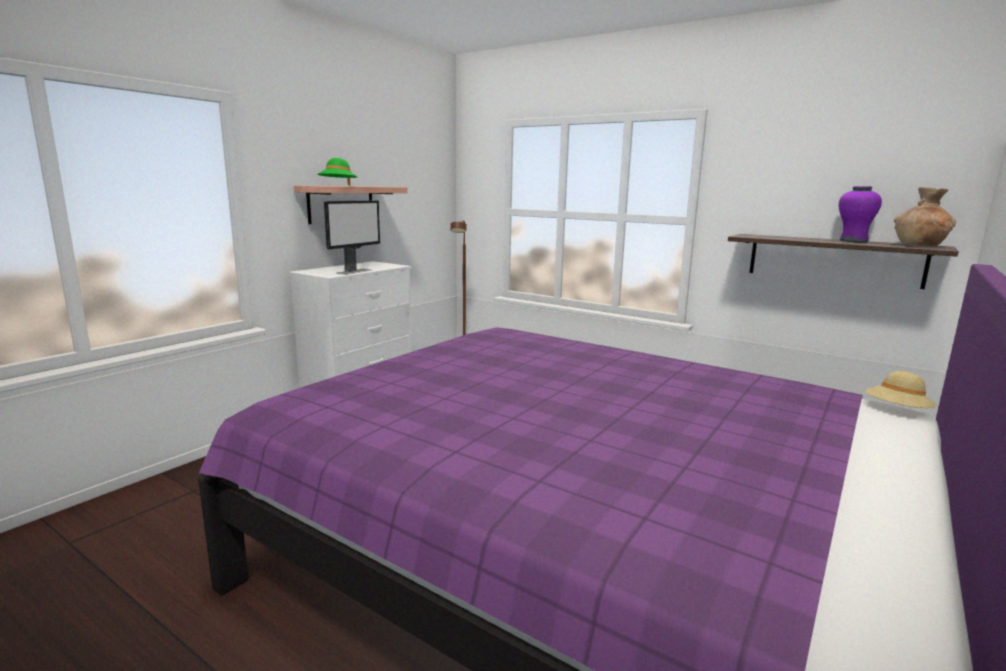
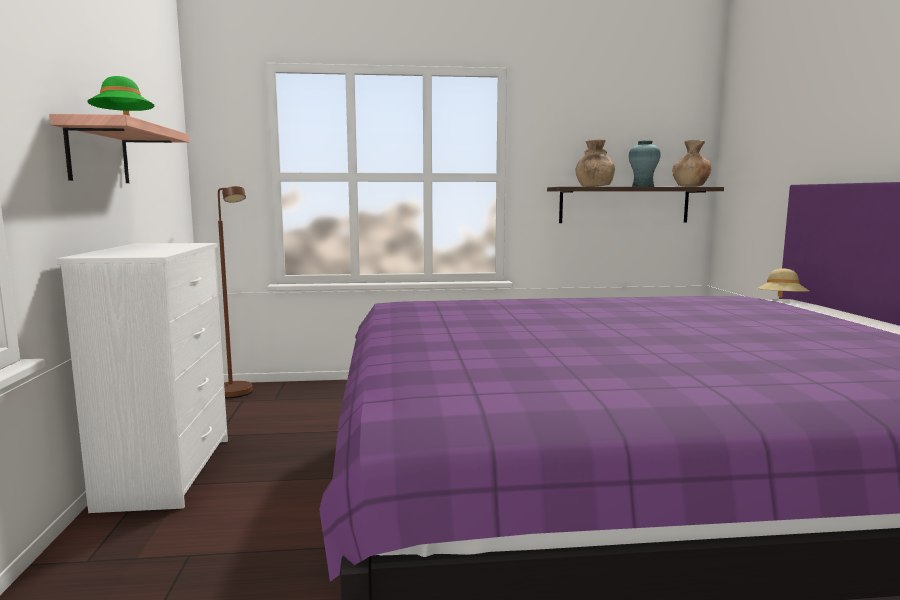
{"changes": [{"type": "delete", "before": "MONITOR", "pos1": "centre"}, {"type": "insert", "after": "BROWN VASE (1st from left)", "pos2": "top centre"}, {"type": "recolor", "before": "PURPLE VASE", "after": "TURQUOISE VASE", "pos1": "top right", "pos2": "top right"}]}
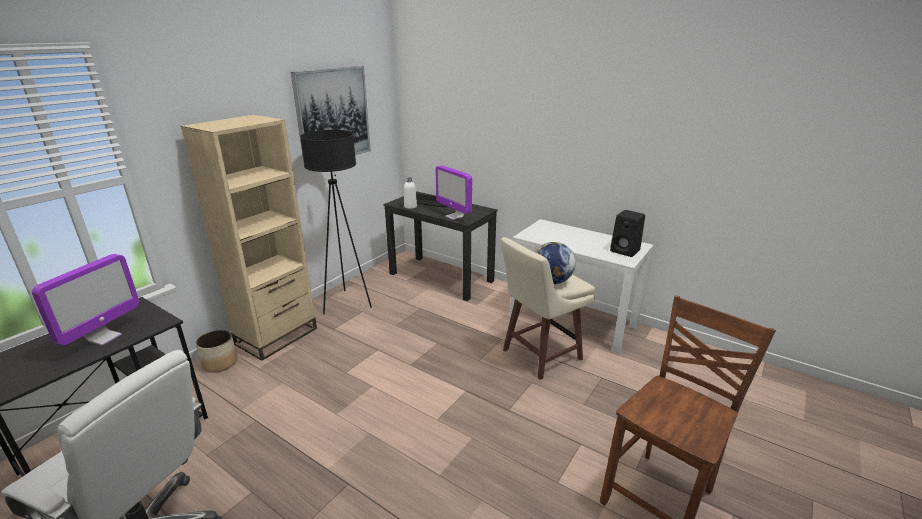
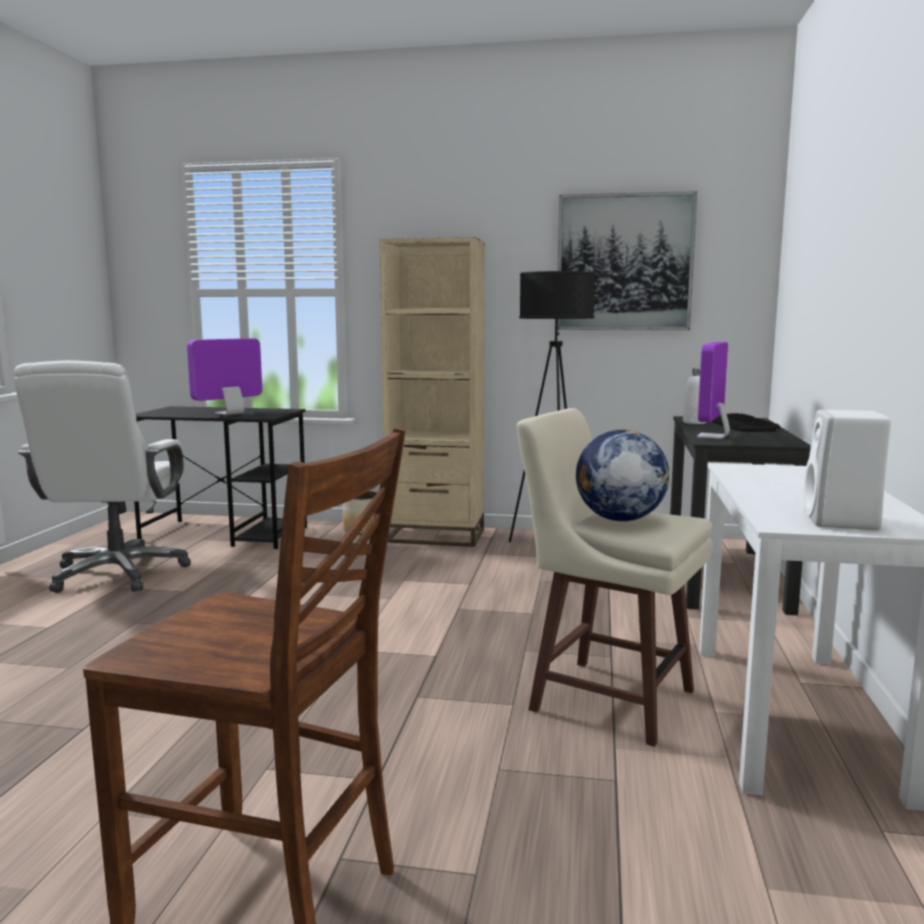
{"changes": [{"type": "recolor", "before": "BLACK SPEAKER", "after": "WHITE SPEAKER", "pos1": "middle right", "pos2": "middle right"}, {"type": "rotate", "before": "MONITOR (1st from left)", "pos1": "middle left", "pos2": "middle left", "turn": 135}]}
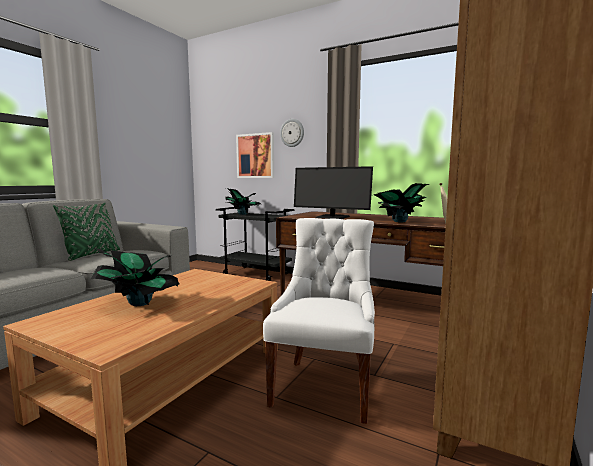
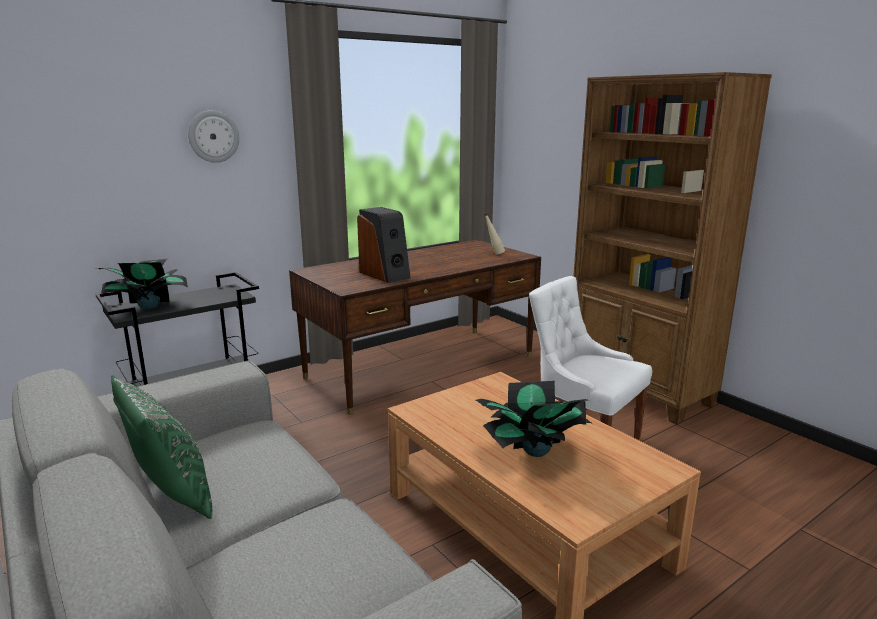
{"changes": [{"type": "delete", "before": "PICTURE", "pos1": "top centre"}, {"type": "delete", "before": "POTTED PLANT (3rd from left)", "pos1": "middle right"}, {"type": "replace", "before": "MONITOR", "after": "SPEAKER", "pos1": "centre", "pos2": "centre"}]}
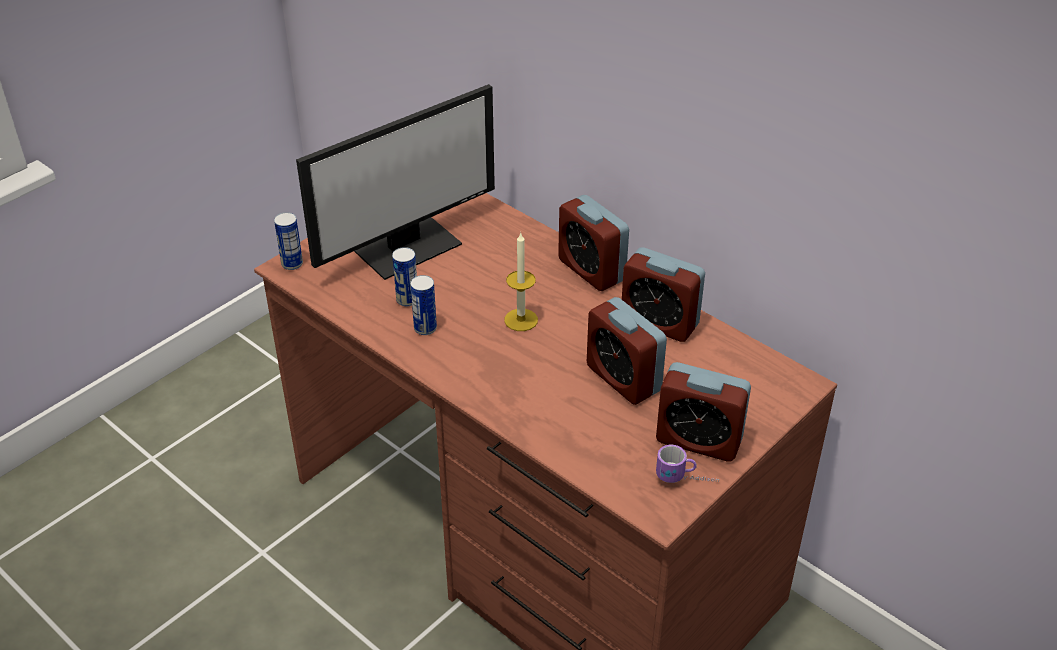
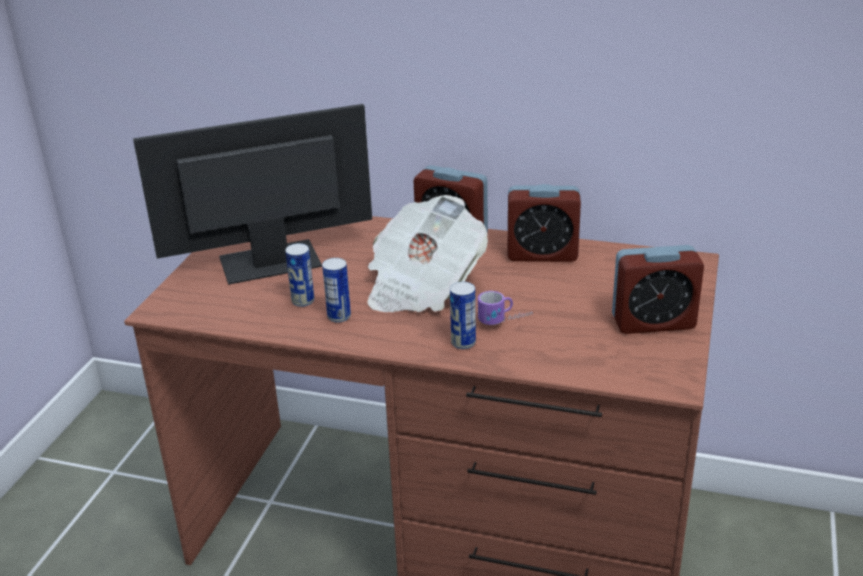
{"changes": [{"type": "delete", "before": "ALARM CLOCK (2nd from left)", "pos1": "centre"}, {"type": "move", "before": "CAN (1st from left in the first image)", "after": "CAN (3rd from left)", "pos1": "middle left", "pos2": "centre"}, {"type": "move", "before": "MUG", "pos1": "bottom centre", "pos2": "centre"}, {"type": "replace", "before": "CANDLE", "after": "NEWSPAPER", "pos1": "centre", "pos2": "centre"}, {"type": "rotate", "before": "MONITOR", "pos1": "top centre", "pos2": "middle left", "turn": -135}]}
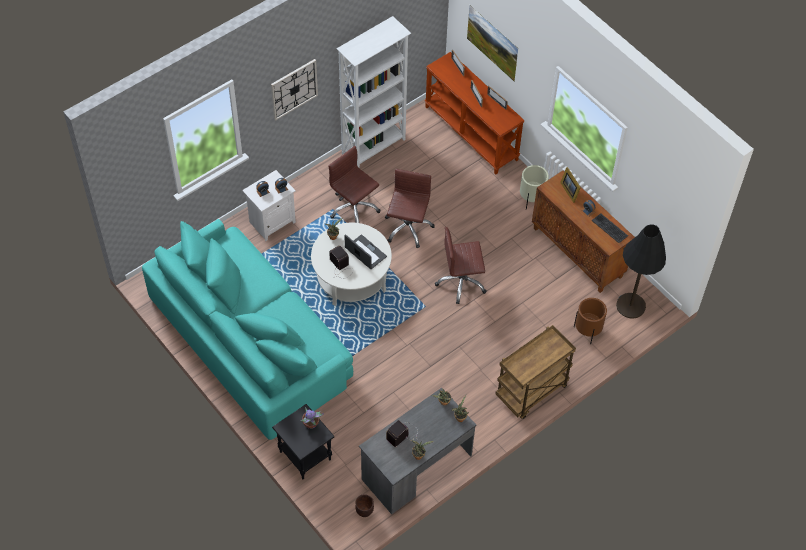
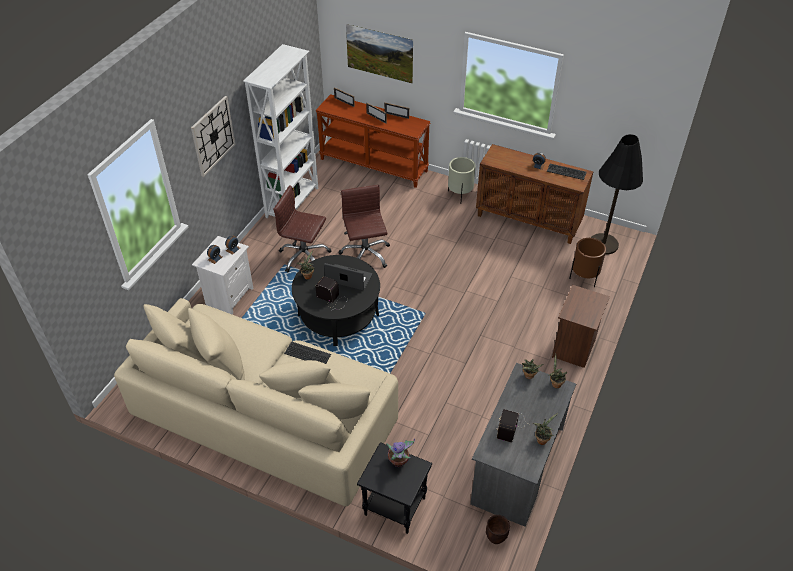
{"changes": [{"type": "delete", "before": "BROWN OFFICE CHAIR (3rd from left)", "pos1": "centre"}, {"type": "delete", "before": "PICTURE FRAME (4th from left)", "pos1": "middle right"}, {"type": "insert", "after": "KEYBOARD (1st from left)", "pos2": "centre"}, {"type": "replace", "before": "BROWN CART", "after": "BROWN NIGHTSTAND", "pos1": "bottom centre", "pos2": "middle right"}, {"type": "recolor", "before": "TURQUOISE SOFA", "after": "BEIGE SOFA", "pos1": "middle left", "pos2": "bottom left"}, {"type": "recolor", "before": "WHITE COFFEE TABLE", "after": "BLACK COFFEE TABLE", "pos1": "centre", "pos2": "centre"}]}
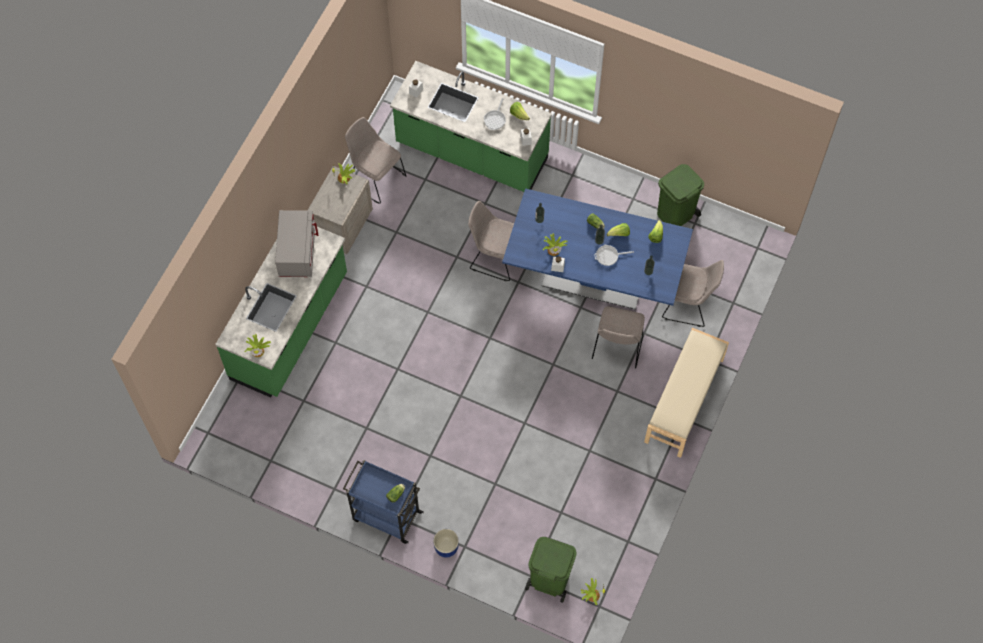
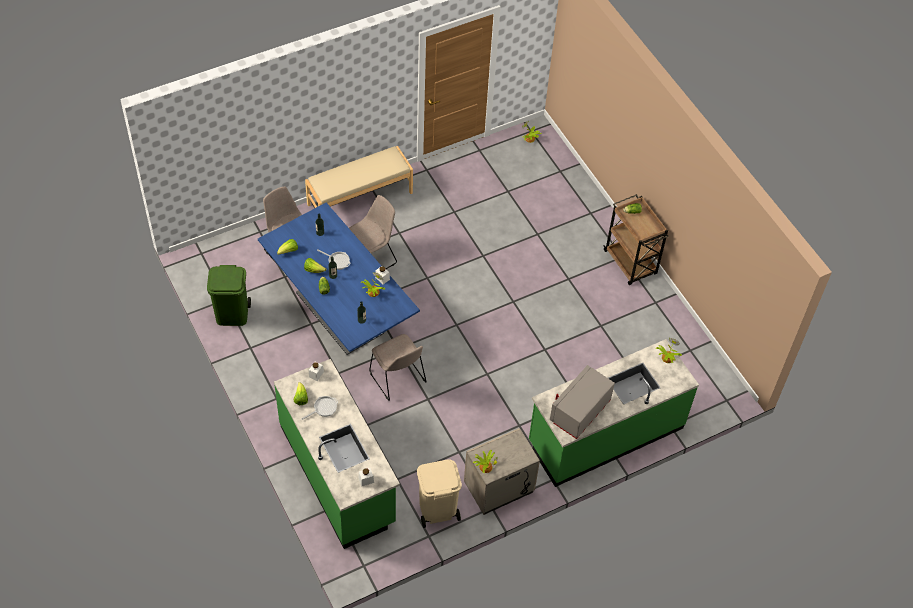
{"changes": [{"type": "delete", "before": "BLUE PLANTER", "pos1": "bottom centre"}, {"type": "delete", "before": "GREEN TRASH CAN (1st from left)", "pos1": "bottom centre"}, {"type": "replace", "before": "BEIGE CHAIR (1st from left)", "after": "BEIGE TRASH CAN", "pos1": "top centre", "pos2": "bottom centre"}, {"type": "recolor", "before": "BLUE CART", "after": "BROWN CART", "pos1": "bottom centre", "pos2": "middle right"}]}
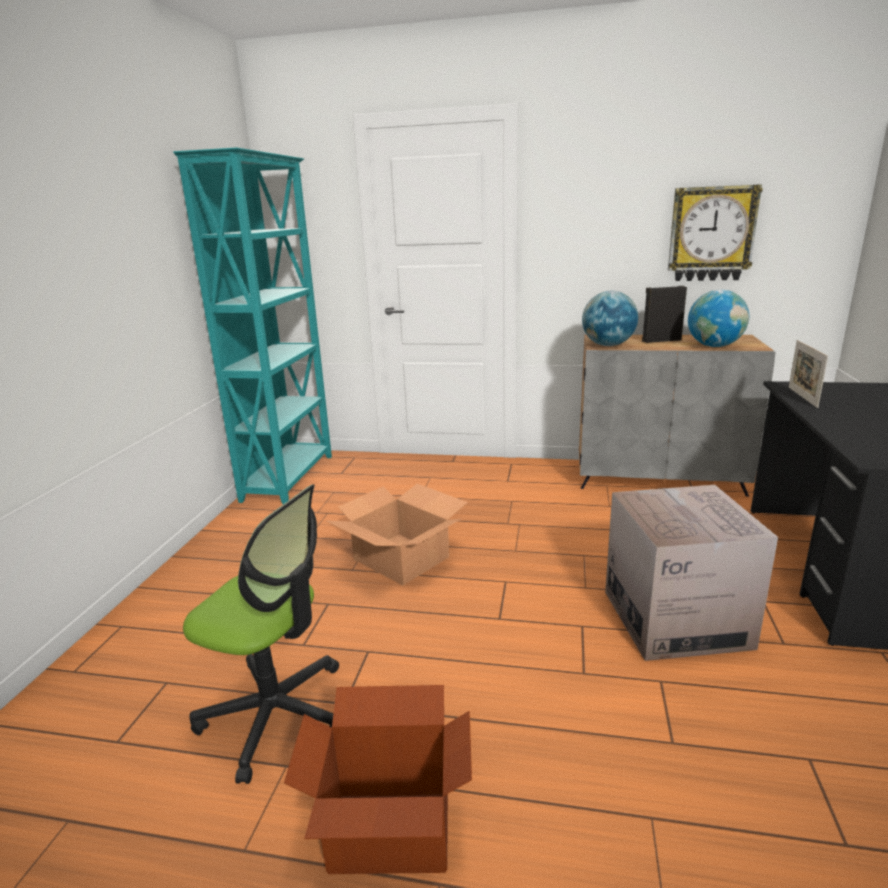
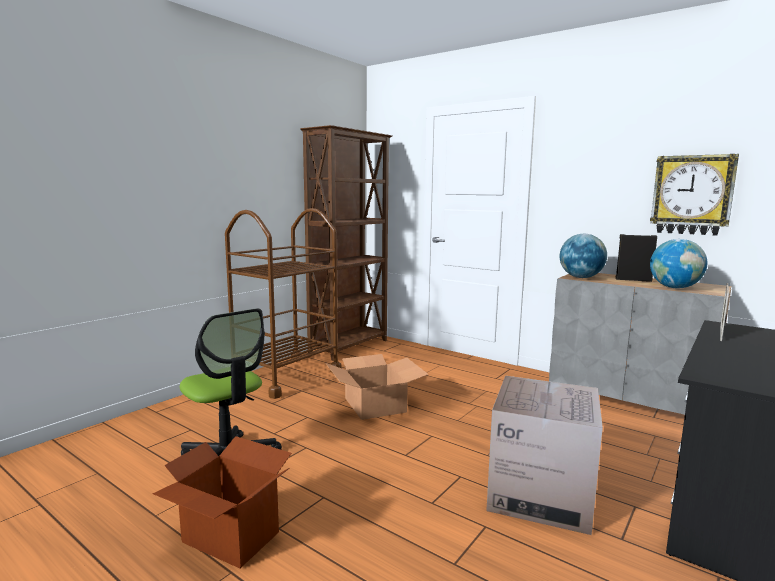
{"changes": [{"type": "insert", "after": "BROWN CART", "pos2": "centre"}, {"type": "recolor", "before": "TURQUOISE BOOKCASE", "after": "BROWN BOOKCASE", "pos1": "middle left", "pos2": "centre"}]}
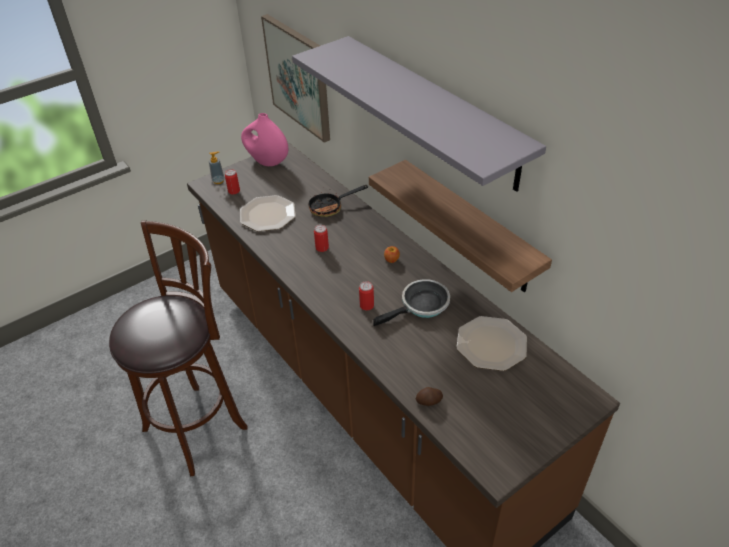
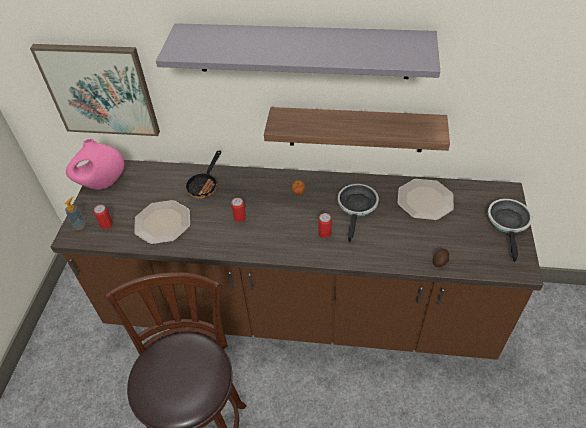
{"changes": [{"type": "insert", "after": "FRYING PAN (3rd from left)", "pos2": "middle right"}]}
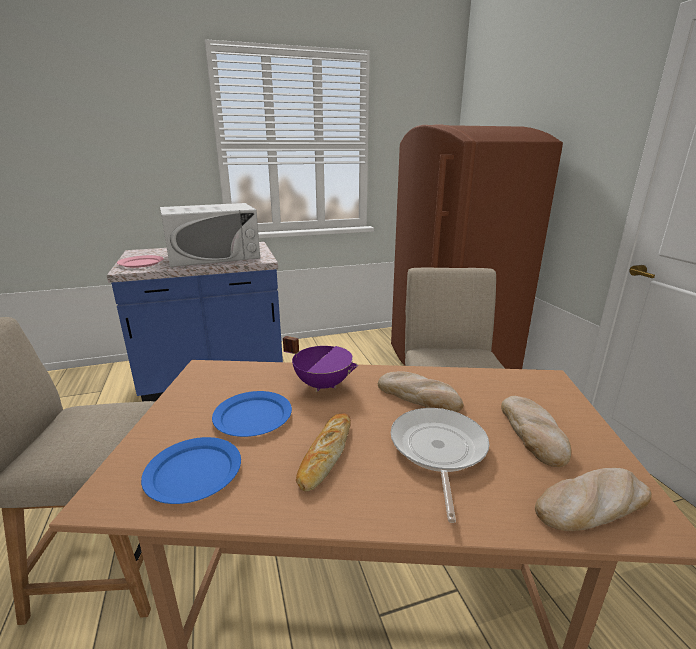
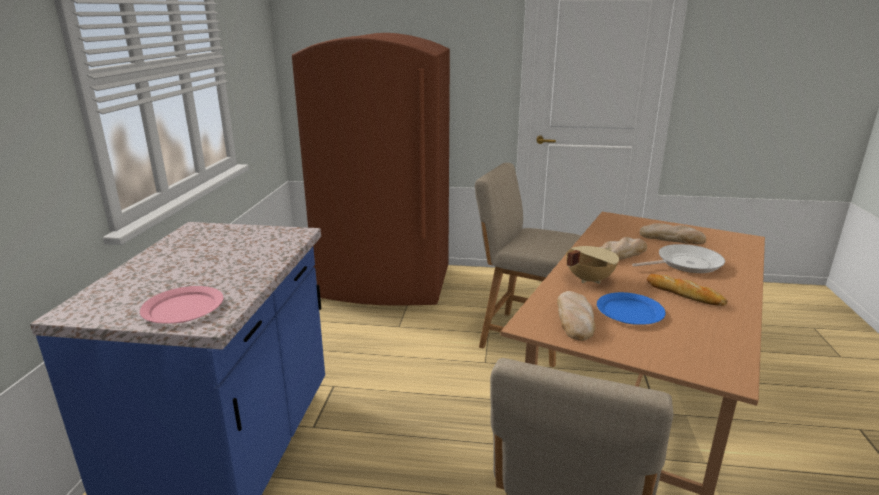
{"changes": [{"type": "delete", "before": "BLUE PLATE (1st from left)", "pos1": "bottom left"}, {"type": "delete", "before": "WHITE MICROWAVE", "pos1": "middle left"}, {"type": "move", "before": "BREAD (4th from left in the first image)", "after": "BREAD (1st from left)", "pos1": "bottom right", "pos2": "centre"}, {"type": "recolor", "before": "PURPLE COOKING POT", "after": "BEIGE COOKING POT", "pos1": "centre", "pos2": "middle right"}, {"type": "rotate", "before": "FRYING PAN", "pos1": "bottom centre", "pos2": "middle right", "turn": 135}]}
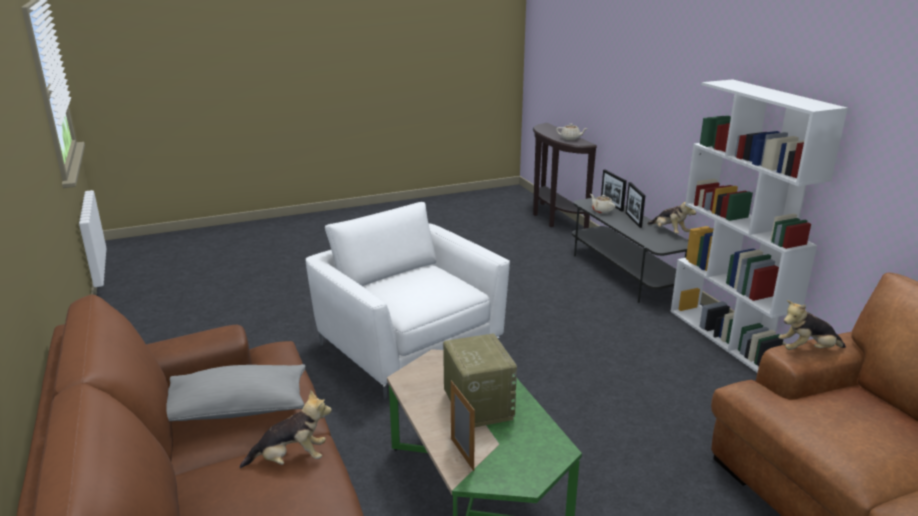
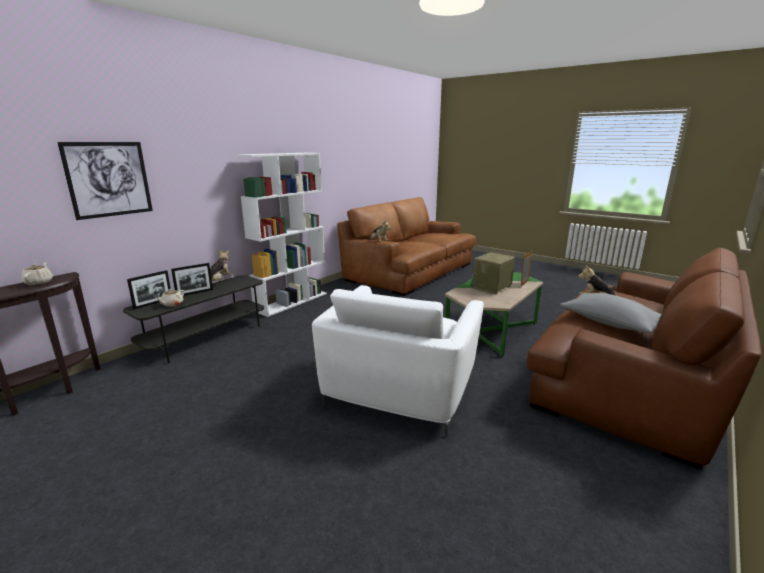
{"changes": [{"type": "insert", "after": "PICTURE", "pos2": "top left"}]}
